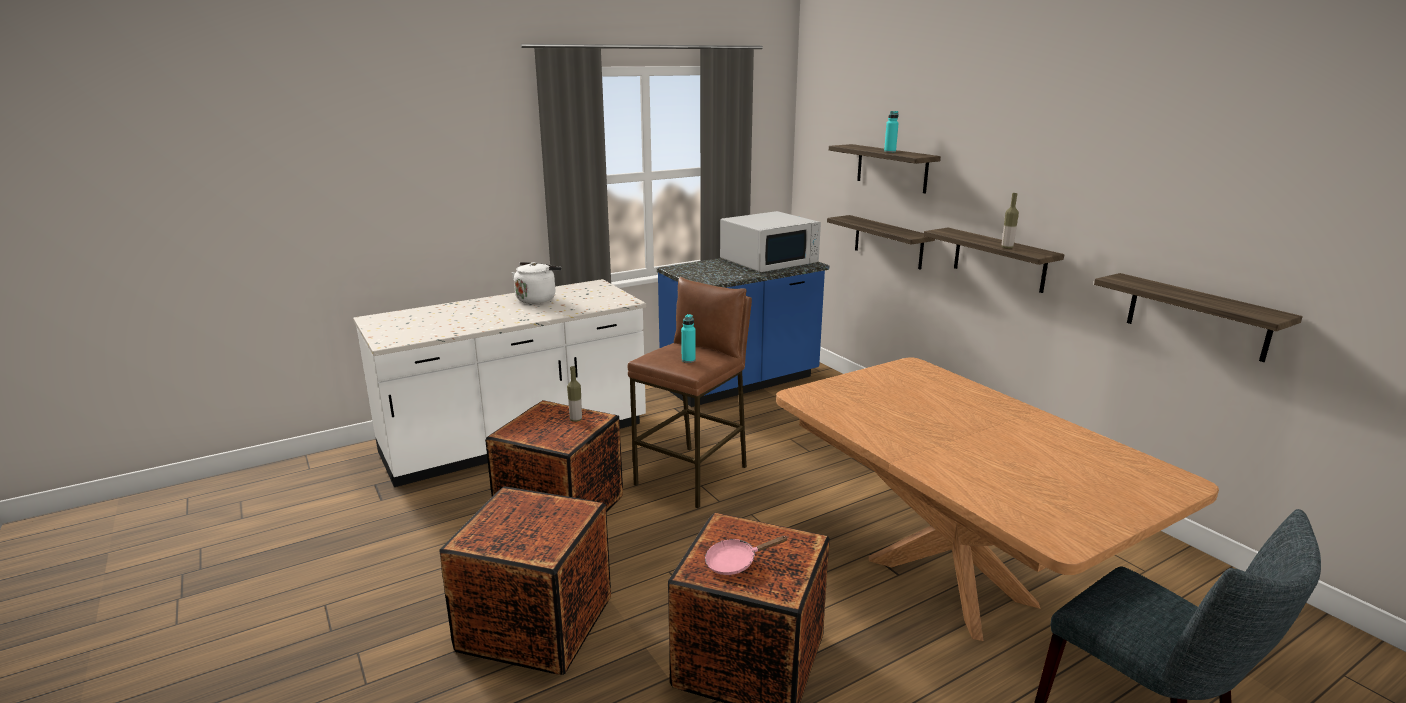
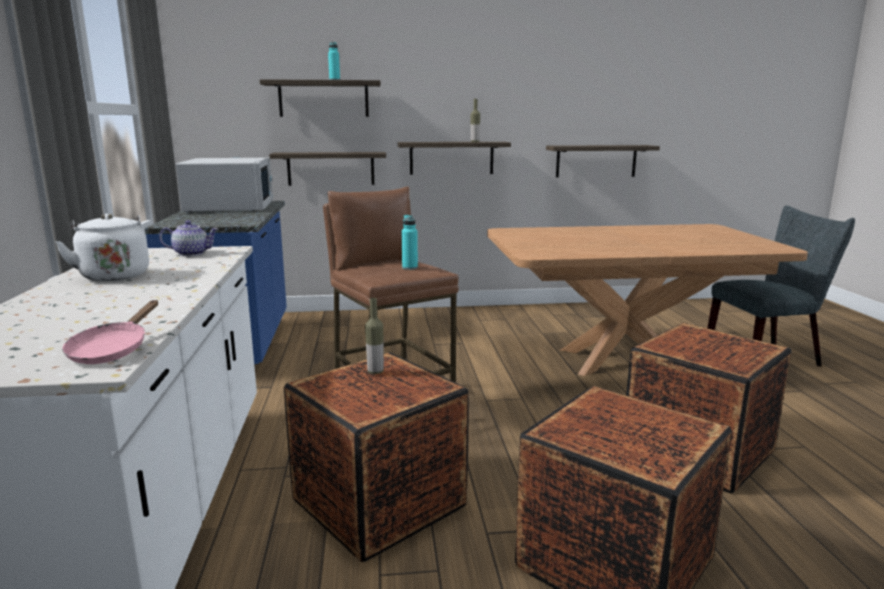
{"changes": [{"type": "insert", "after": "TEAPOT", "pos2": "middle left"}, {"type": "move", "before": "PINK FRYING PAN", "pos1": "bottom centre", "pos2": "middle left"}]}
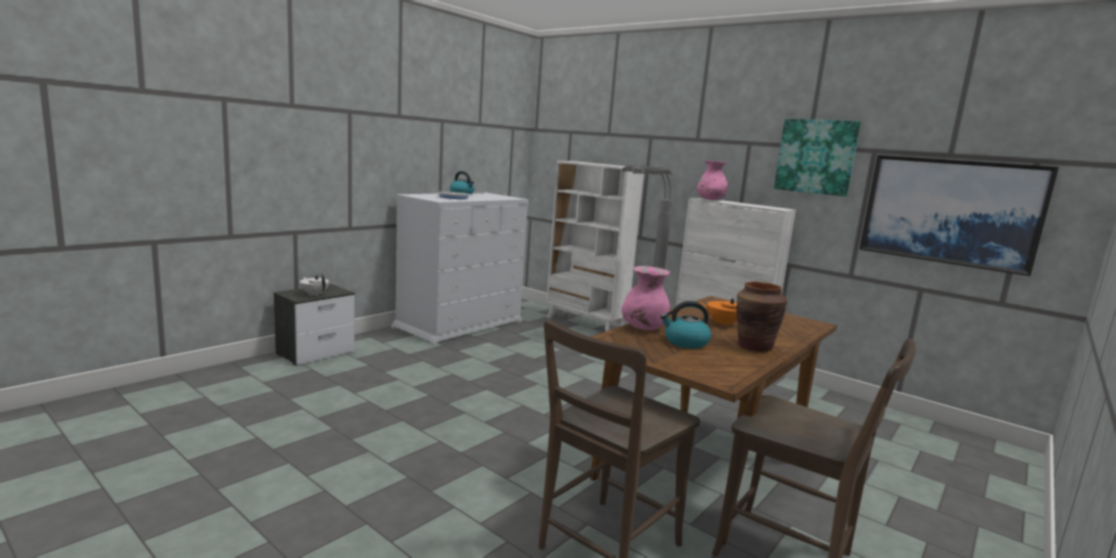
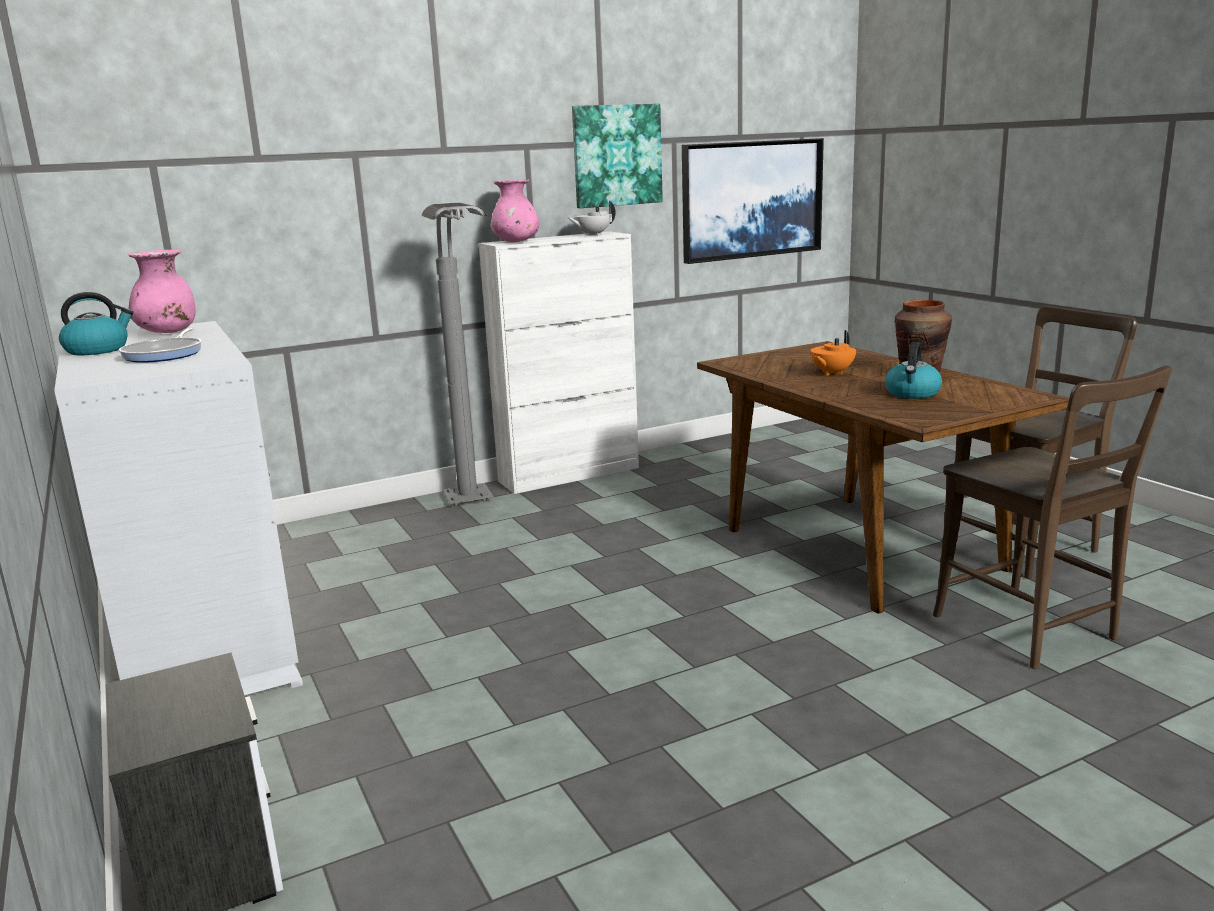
{"changes": [{"type": "delete", "before": "WHITE BOOKCASE", "pos1": "centre"}, {"type": "move", "before": "WHITE TEAPOT", "pos1": "middle left", "pos2": "top centre"}, {"type": "move", "before": "PINK VASE (1st from left)", "pos1": "centre", "pos2": "top left"}]}
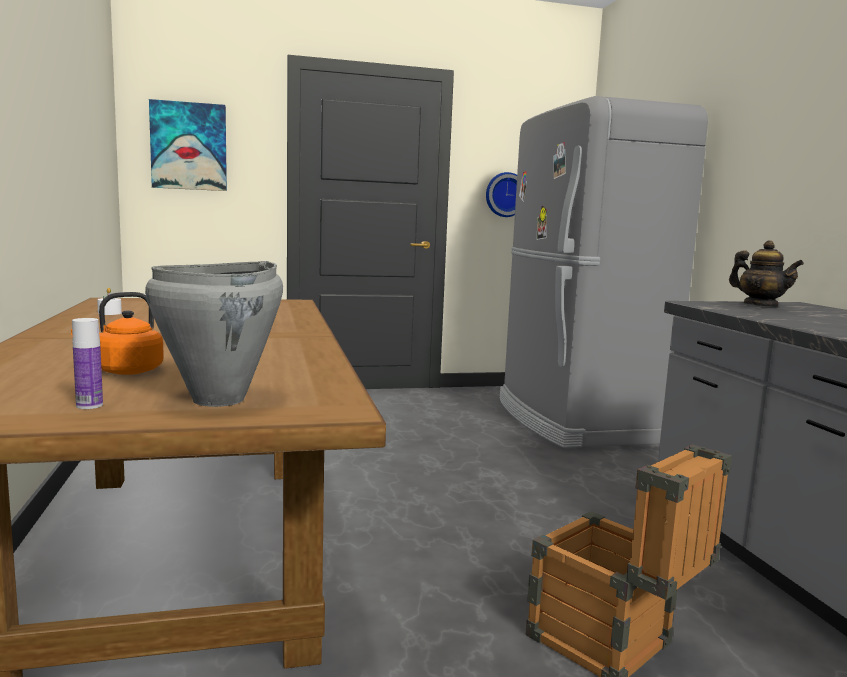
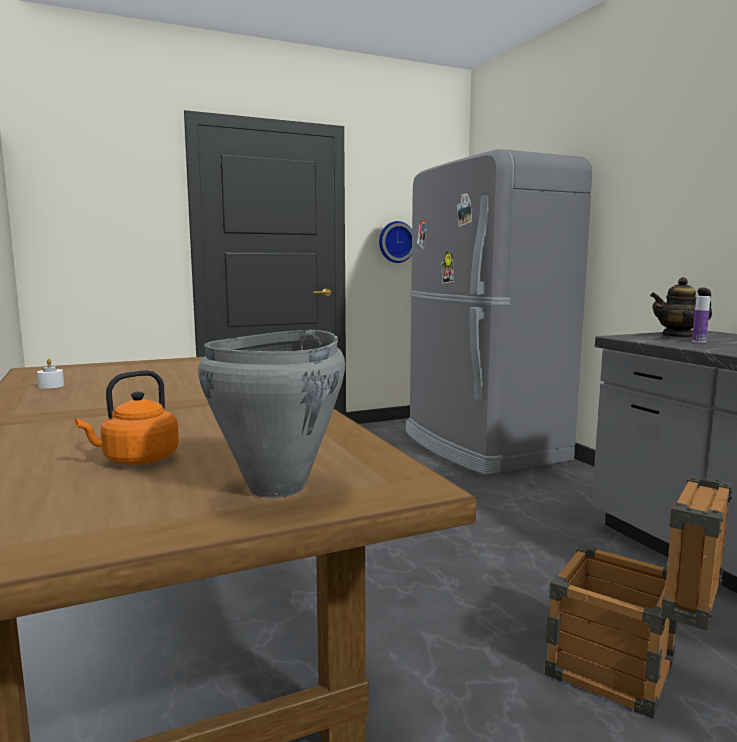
{"changes": [{"type": "delete", "before": "PICTURE", "pos1": "top left"}, {"type": "move", "before": "BOTTLE", "pos1": "middle left", "pos2": "middle right"}, {"type": "rotate", "before": "TEAPOT", "pos1": "middle right", "pos2": "middle right", "turn": 135}]}
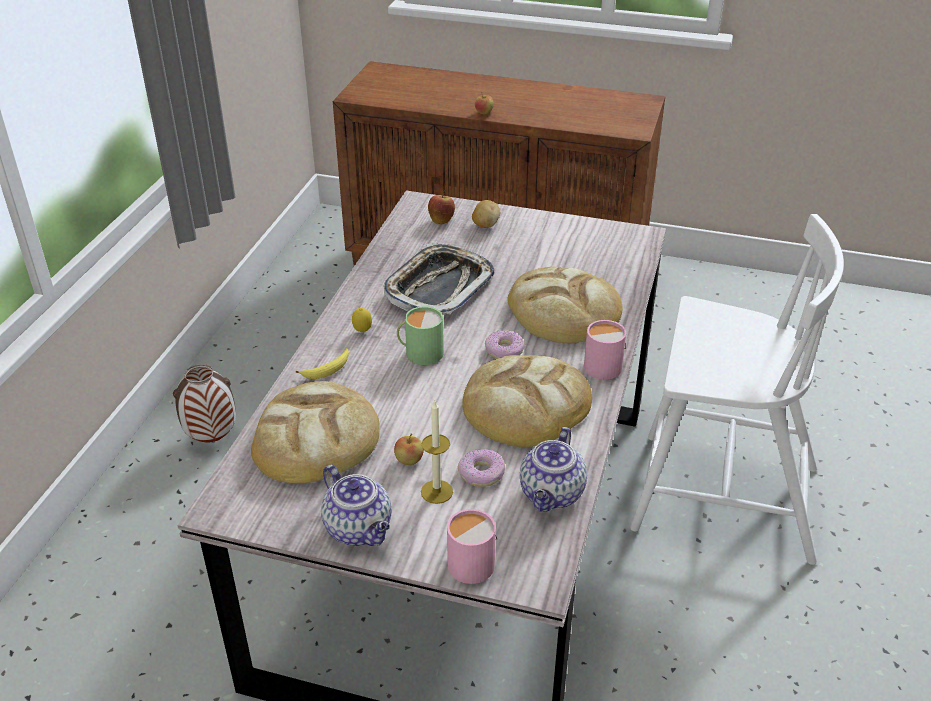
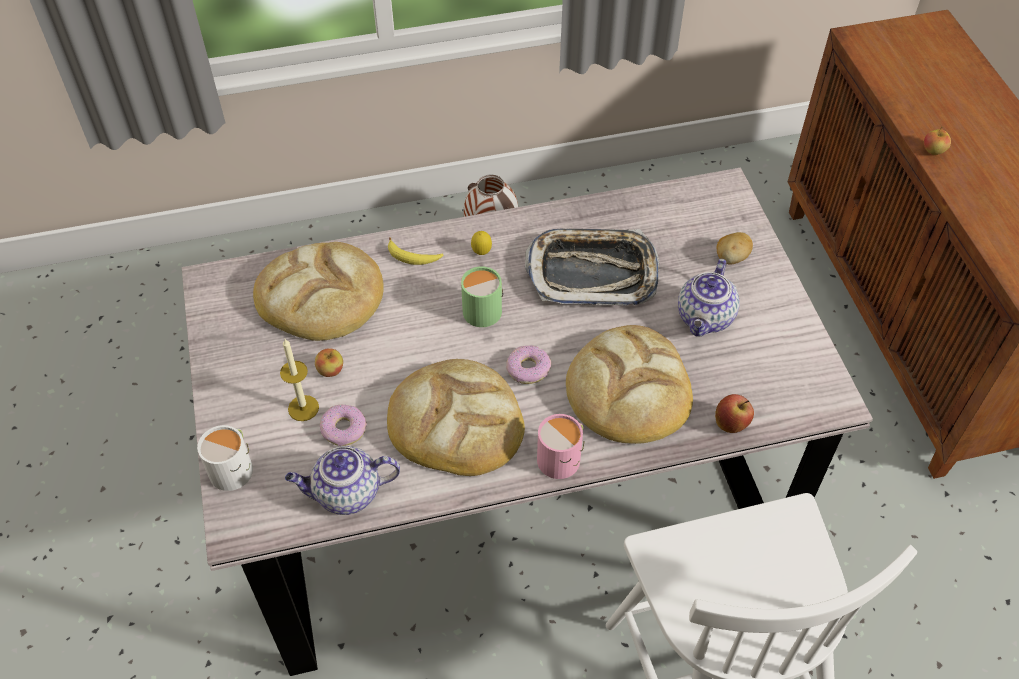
{"changes": [{"type": "move", "before": "TEAPOT (1st from left in the first image)", "after": "TEAPOT (2nd from left)", "pos1": "bottom centre", "pos2": "middle right"}, {"type": "move", "before": "APPLE (2nd from left)", "pos1": "top centre", "pos2": "middle right"}, {"type": "recolor", "before": "PINK MUG (1st from left)", "after": "WHITE MUG", "pos1": "bottom centre", "pos2": "bottom left"}]}
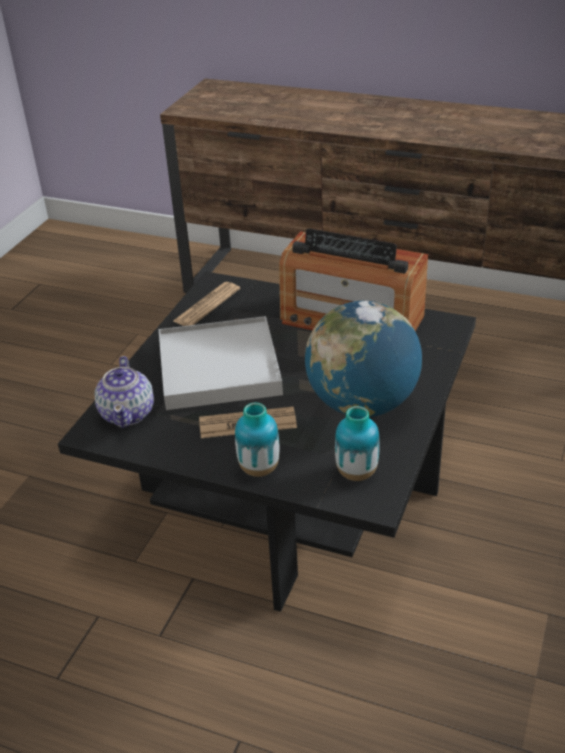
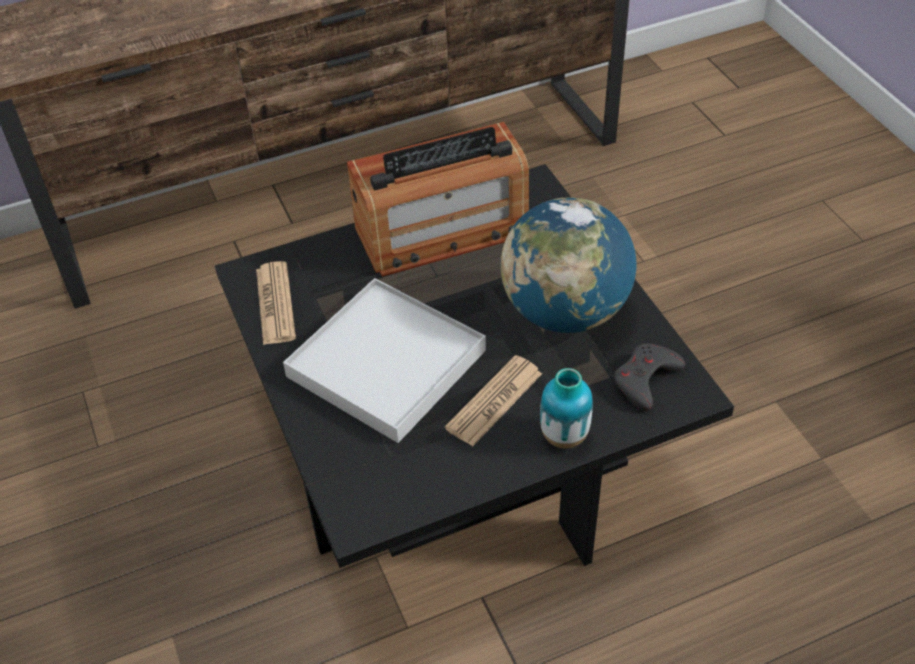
{"changes": [{"type": "delete", "before": "TEAPOT", "pos1": "middle left"}, {"type": "replace", "before": "VASE (2nd from left)", "after": "GREY GAME CONTROLLER", "pos1": "centre", "pos2": "middle right"}]}
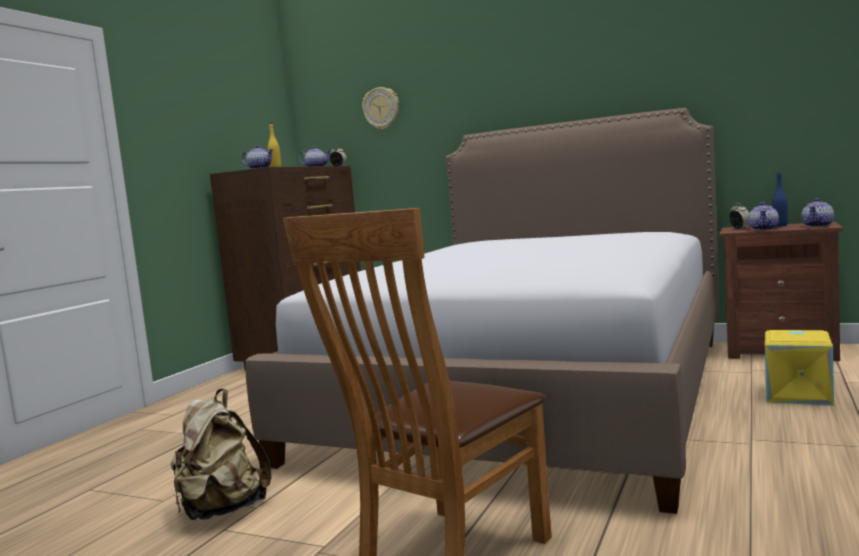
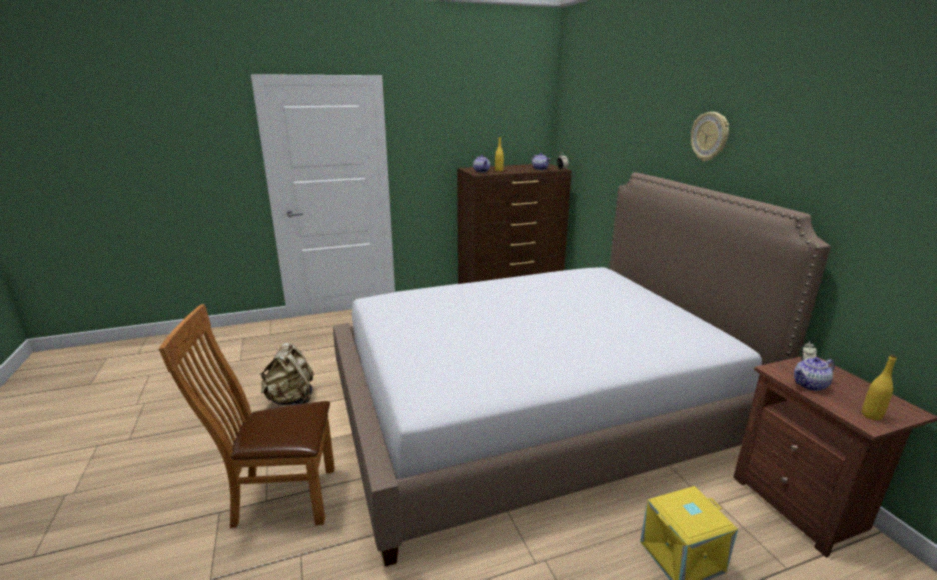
{"changes": [{"type": "delete", "before": "BLUE BOTTLE", "pos1": "middle right"}, {"type": "move", "before": "WALL CLOCK", "pos1": "top centre", "pos2": "top right"}, {"type": "replace", "before": "TEAPOT (4th from left)", "after": "YELLOW BOTTLE (2nd from left)", "pos1": "middle right", "pos2": "bottom right"}]}
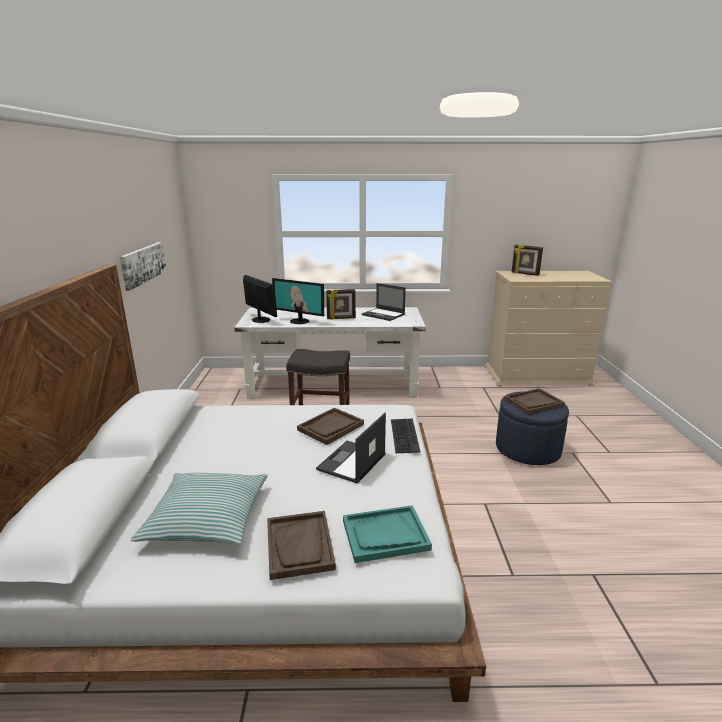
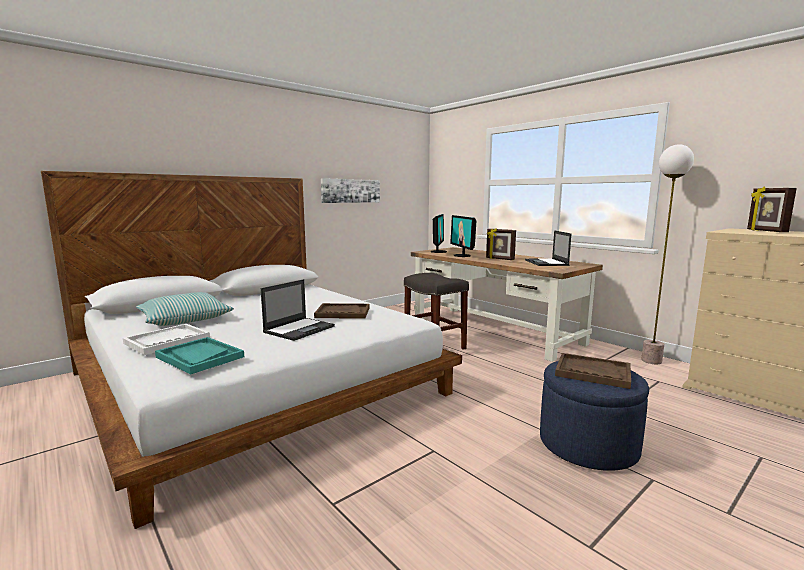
{"changes": [{"type": "delete", "before": "KEYBOARD", "pos1": "centre"}, {"type": "insert", "after": "FLOOR LAMP", "pos2": "middle right"}, {"type": "recolor", "before": "WHITE DESK", "after": "BROWN DESK", "pos1": "centre", "pos2": "centre"}, {"type": "recolor", "before": "BROWN TRAY (1st from left)", "after": "WHITE TRAY", "pos1": "bottom centre", "pos2": "middle left"}, {"type": "rotate", "before": "LAPTOP (1st from left)", "pos1": "centre", "pos2": "centre", "turn": 135}]}
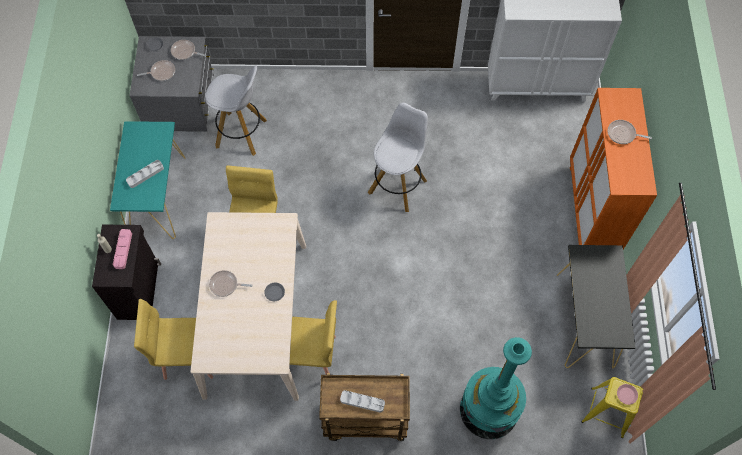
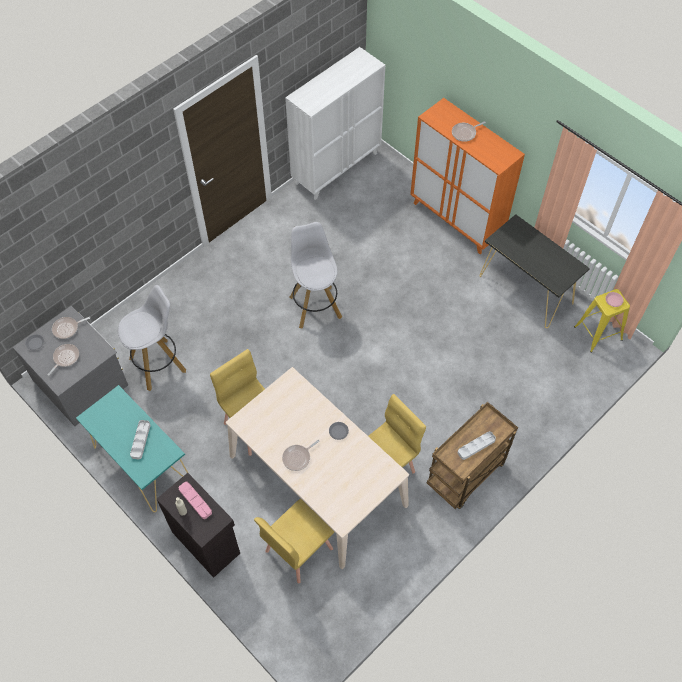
{"changes": [{"type": "delete", "before": "TURQUOISE FLOOR LAMP", "pos1": "bottom right"}]}
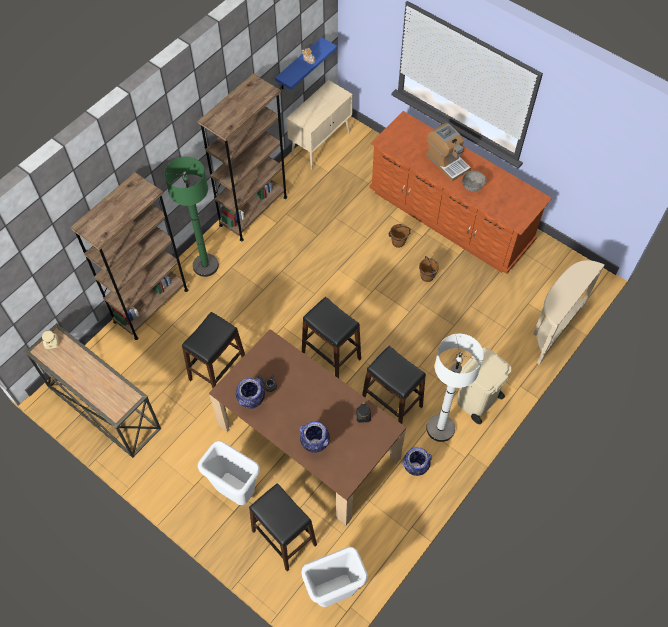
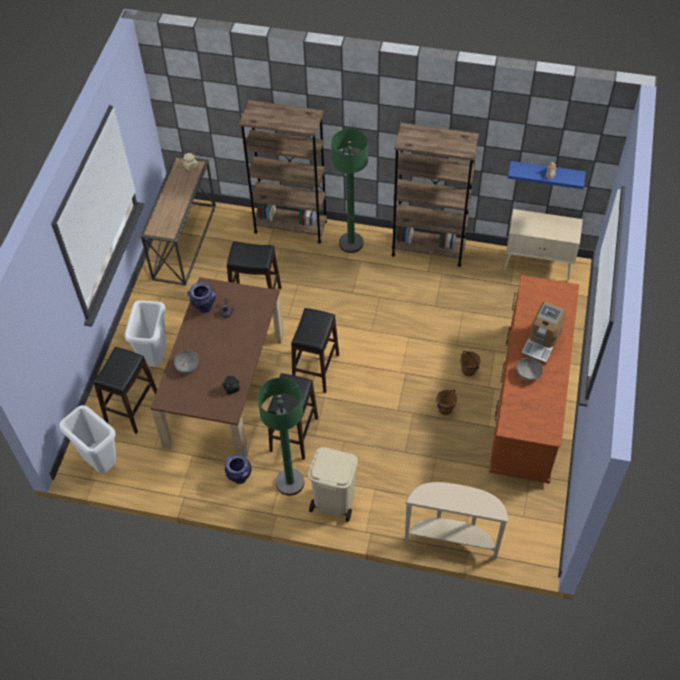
{"changes": [{"type": "replace", "before": "VASE (2nd from left)", "after": "GREY BOWL (1st from left)", "pos1": "bottom centre", "pos2": "middle left"}, {"type": "recolor", "before": "WHITE FLOOR LAMP", "after": "GREEN FLOOR LAMP (1st from left)", "pos1": "middle right", "pos2": "centre"}]}
